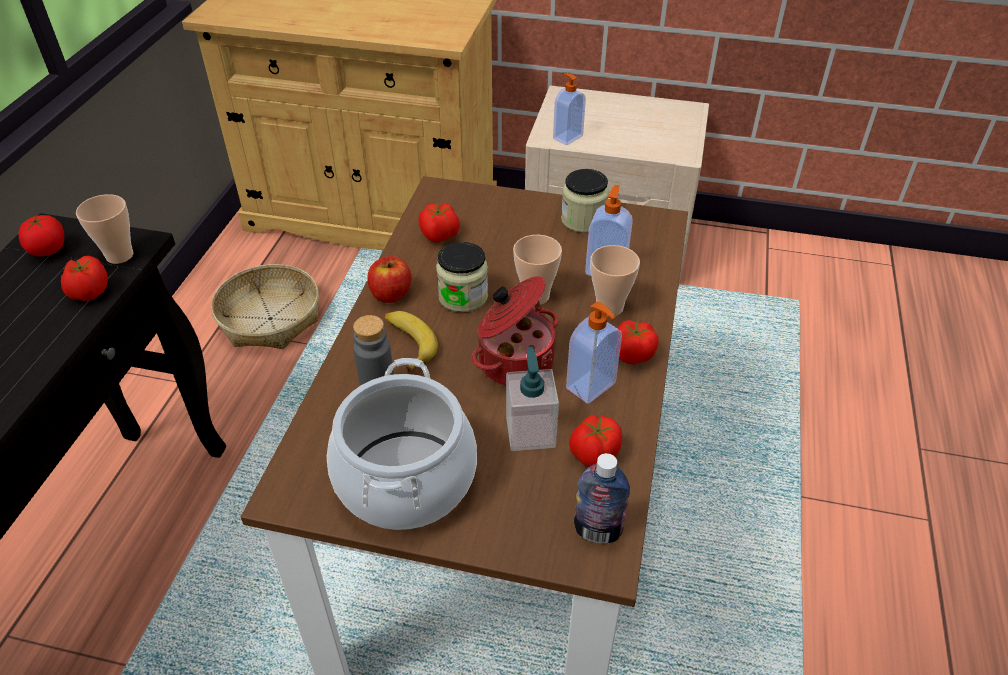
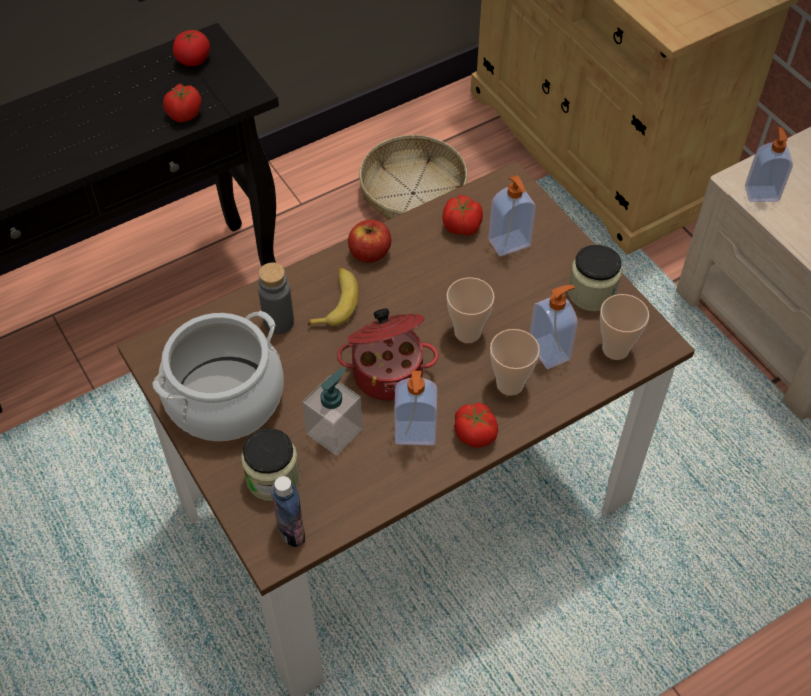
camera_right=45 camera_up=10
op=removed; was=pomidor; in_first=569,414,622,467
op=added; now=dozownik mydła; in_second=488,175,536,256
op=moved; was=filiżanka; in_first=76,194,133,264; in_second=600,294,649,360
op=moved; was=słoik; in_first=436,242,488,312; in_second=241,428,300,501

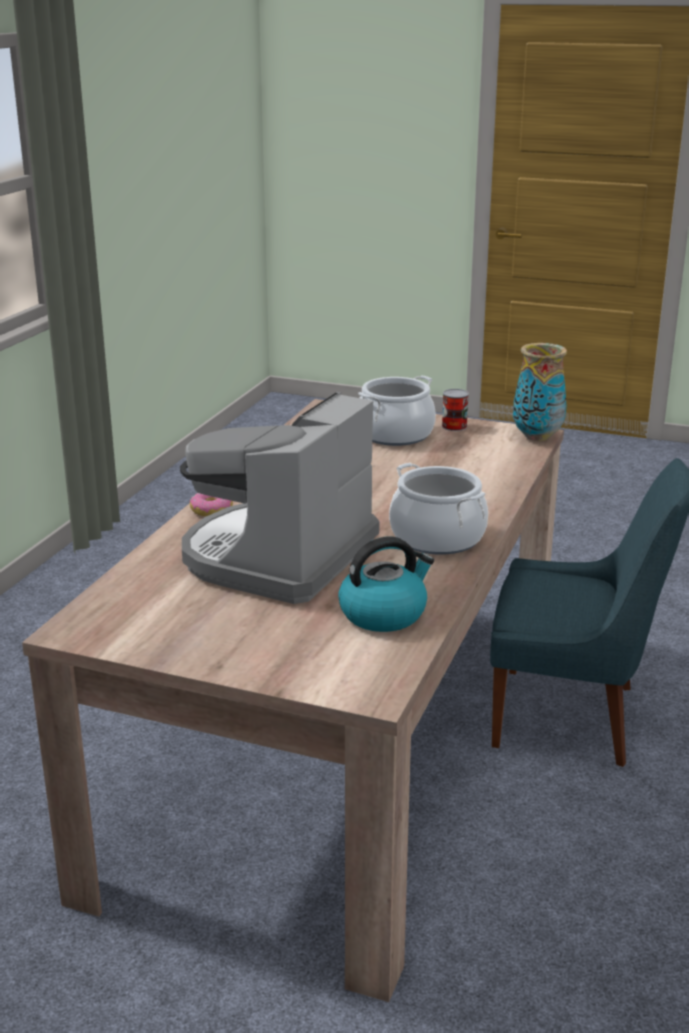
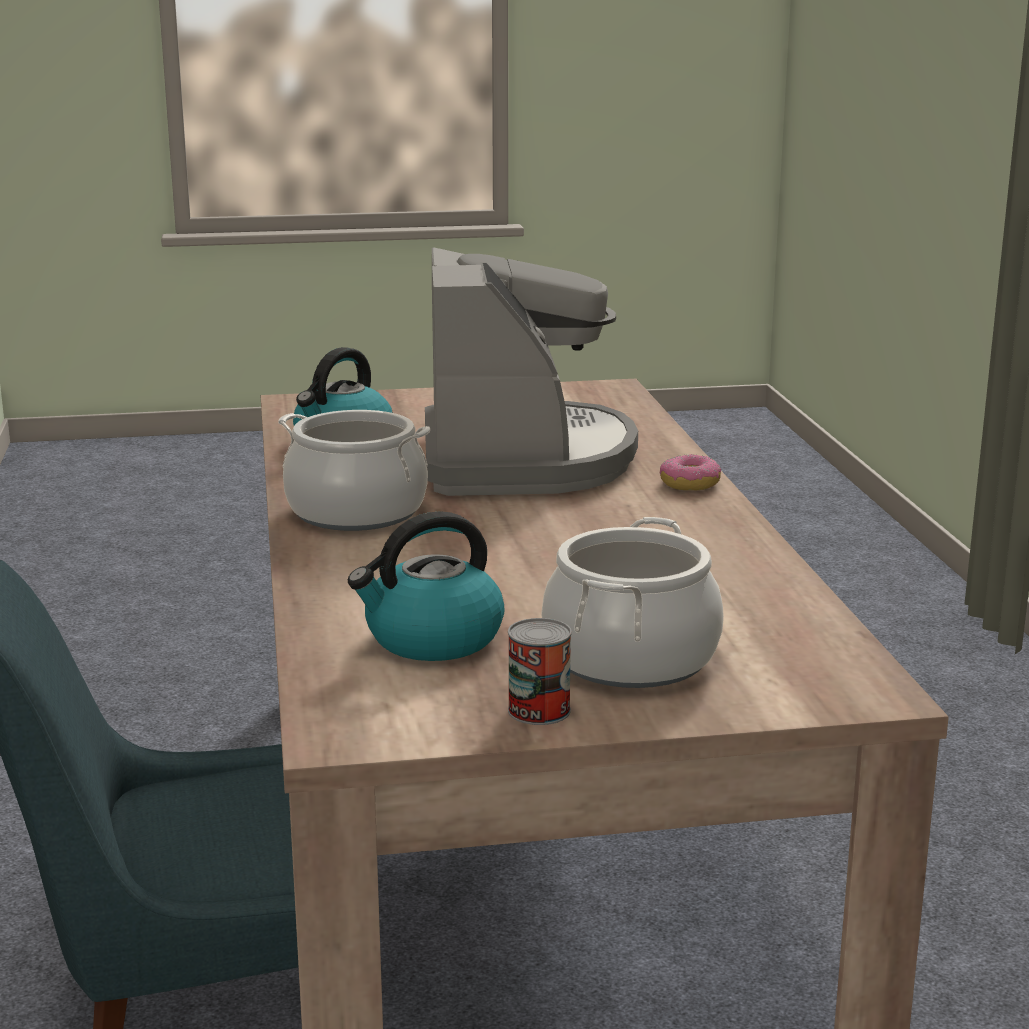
camera_right=150 camera_up=-5
op=removed; was=wazon; in_first=513,343,567,441
op=added; now=czajnik; in_second=348,511,505,661

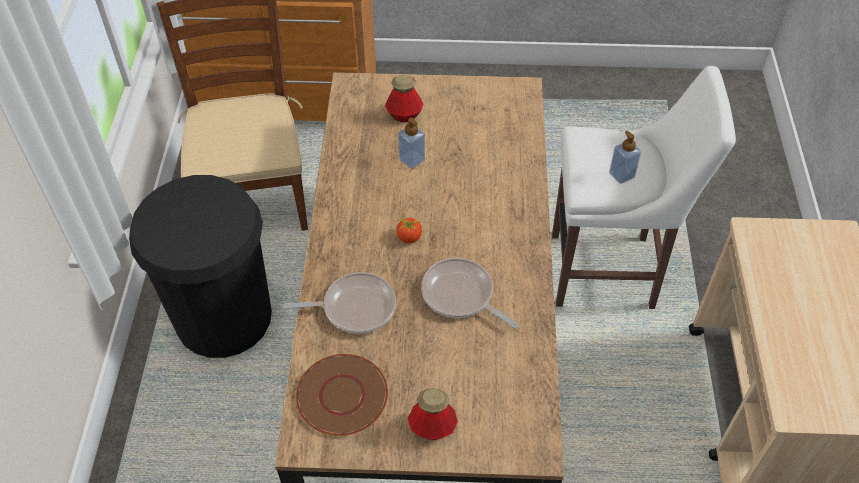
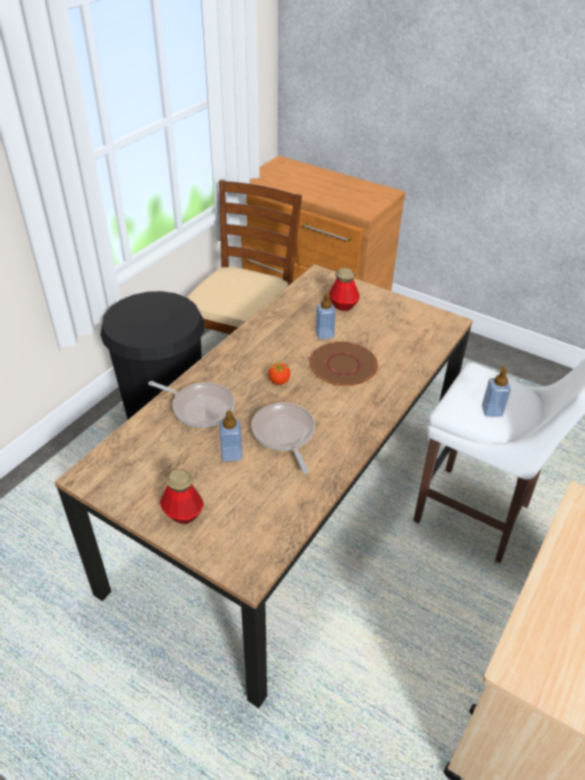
camera_right=30 camera_up=-10
op=added; now=dozownik mydła; in_second=219,410,242,462
op=moved; was=talerz (brązowy); in_first=296,354,388,436; in_second=309,342,378,386

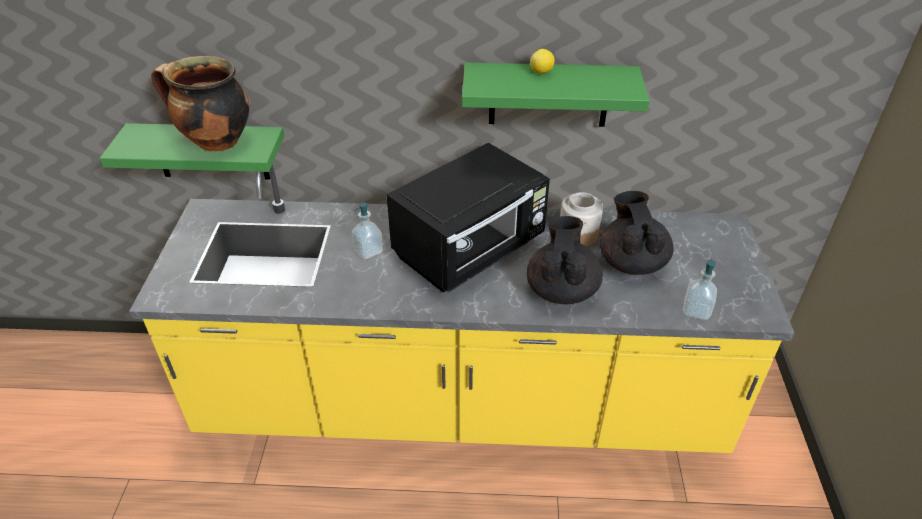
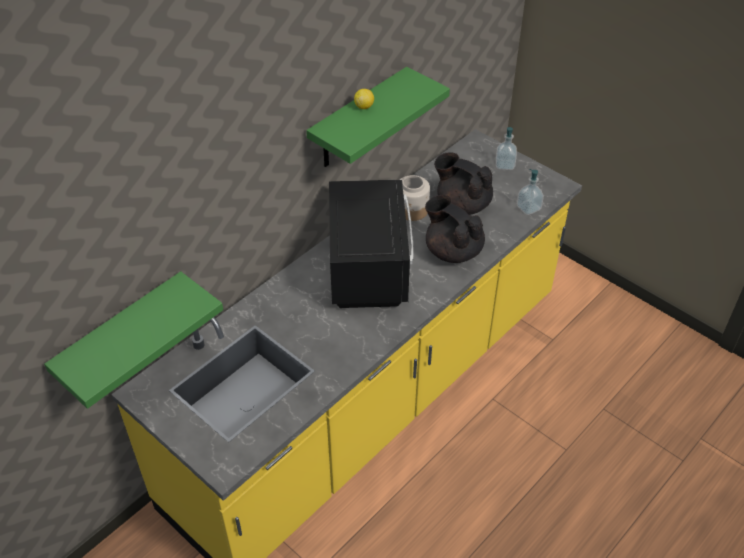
camera_right=-50 camera_up=5
op=removed; was=garnek; in_first=151,56,249,151
op=moved; was=dozownik mydła; in_first=352,202,383,259; in_second=496,127,517,170

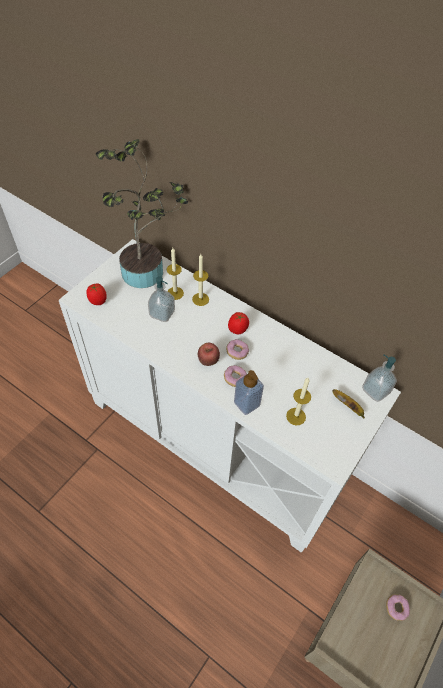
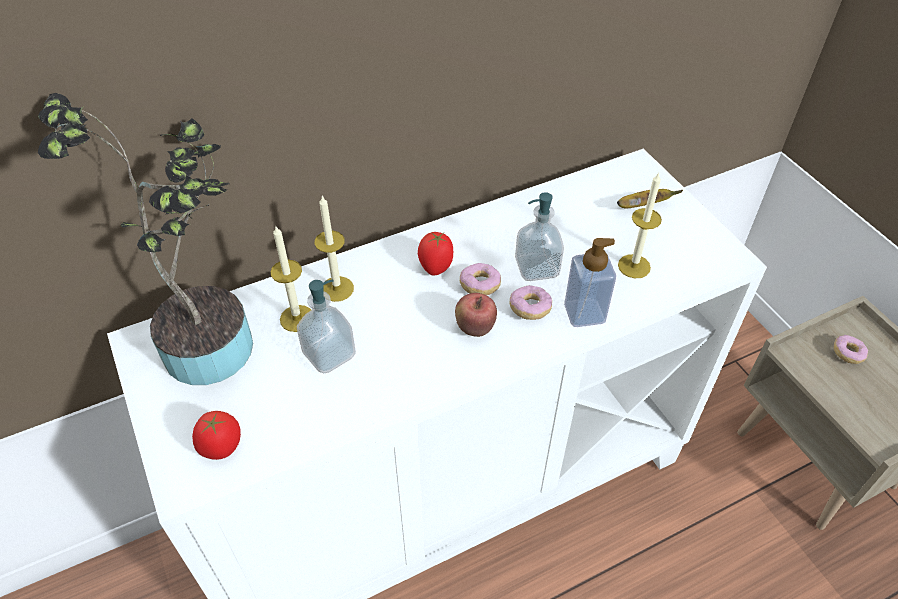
camera_right=-60 camera_up=-5
op=moved; was=dozownik mydła; in_first=362,355,397,402; in_second=515,192,564,281

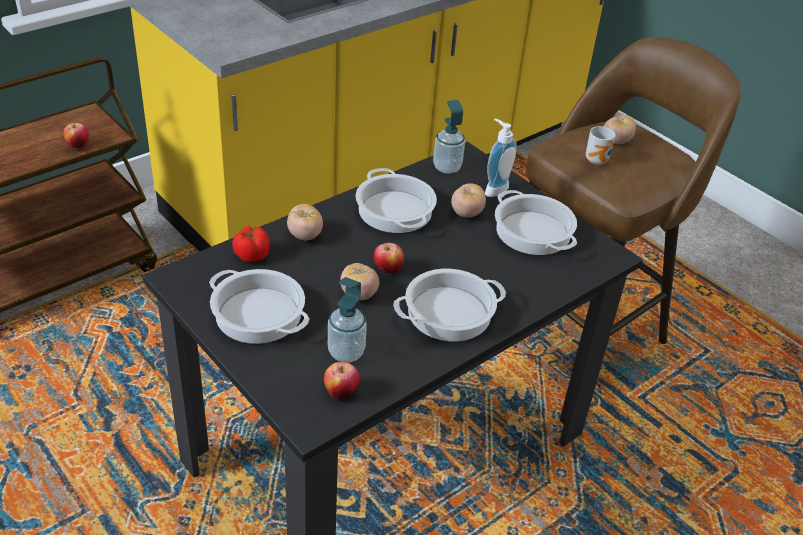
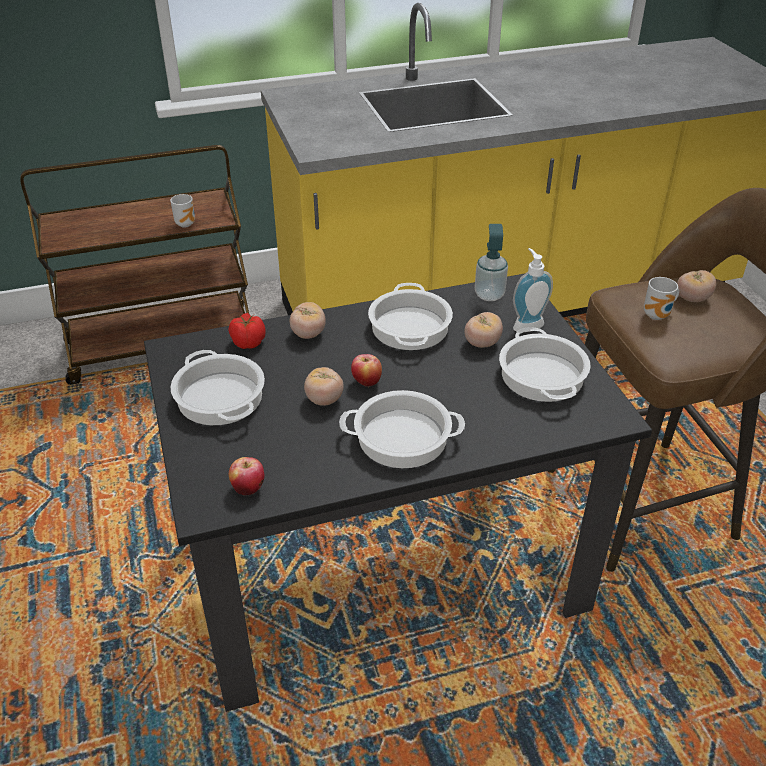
camera_right=25 camera_up=0
op=removed; was=dozownik mydła; in_first=328,277,367,362
op=replaced; was=jabłko; now=kubek; in_first=63,123,89,149; in_second=170,194,195,228

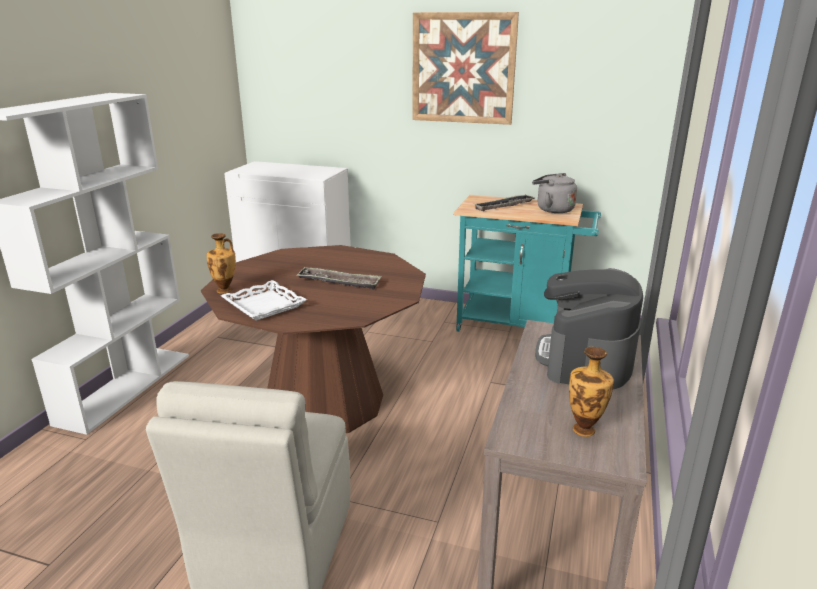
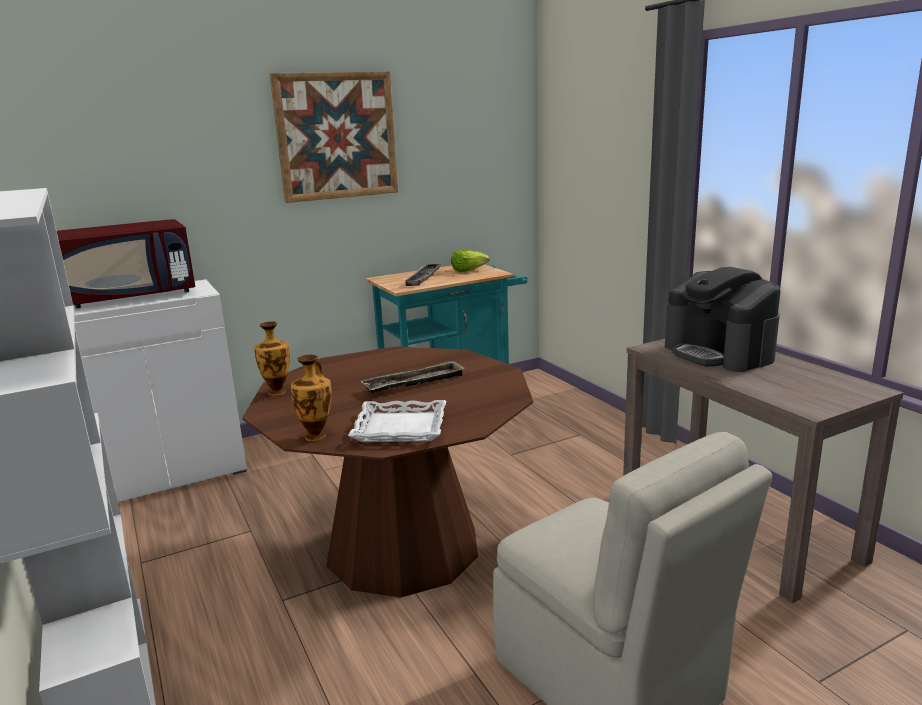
camera_right=-45 camera_up=-5
op=added; now=mikrofalówka (czerwony); in_second=57,219,195,308
op=moved; was=wazon; in_first=569,347,614,437; in_second=254,321,290,396
op=replaced; was=czajnik (szary); now=sałata; in_first=532,173,577,213; in_second=451,250,489,272

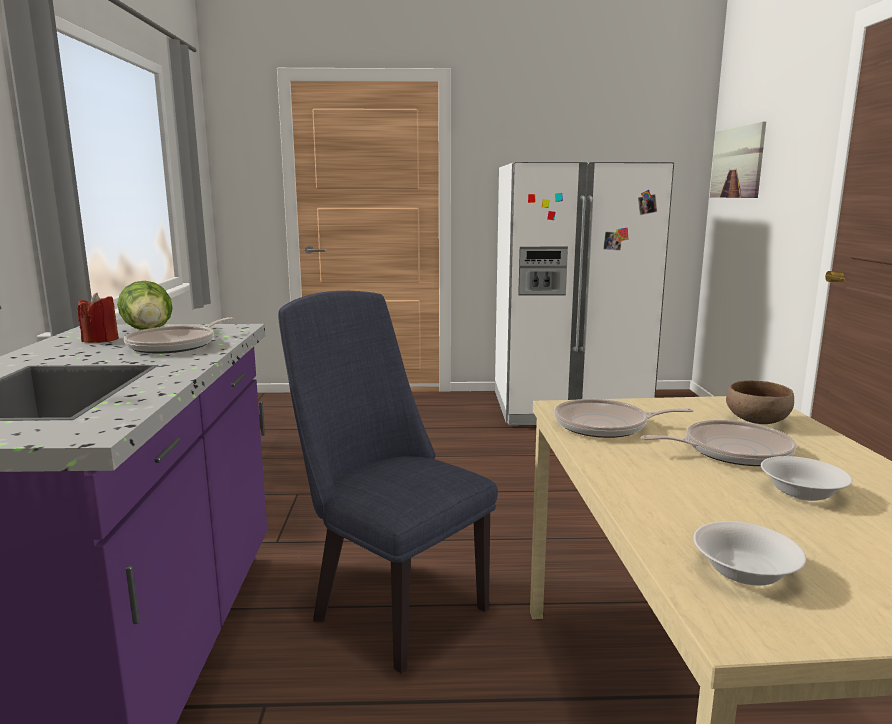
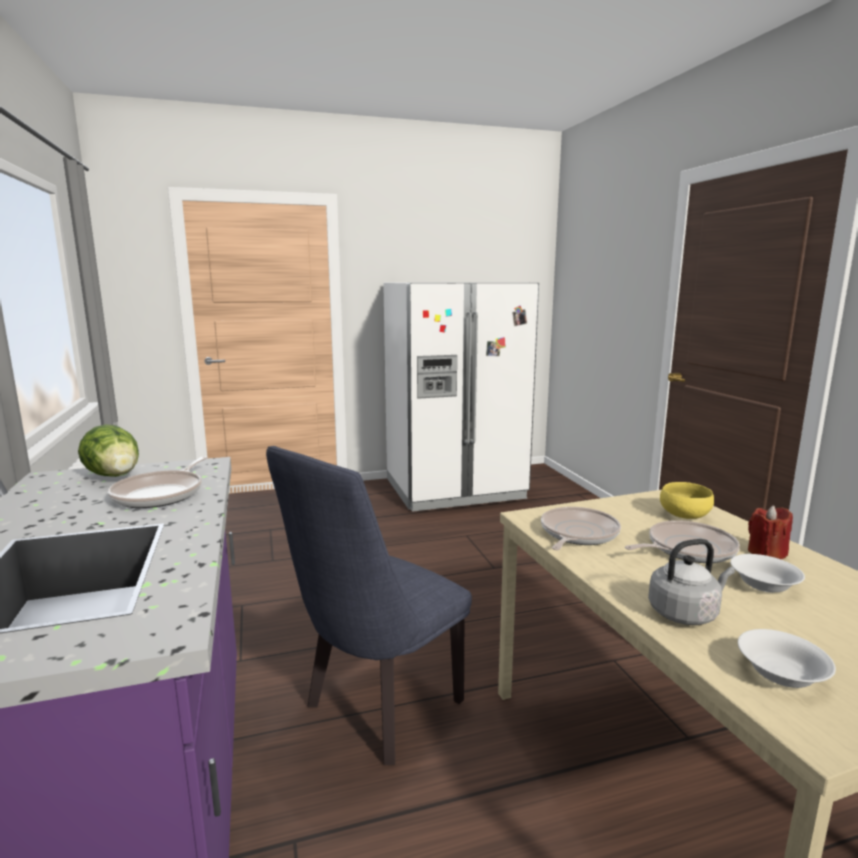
camera_right=-15 camera_up=0
op=removed; was=obraz; in_first=710,122,766,198
op=added; now=czajnik (szary); in_second=648,539,735,625
op=moved; was=świeca (czerwony); in_first=77,293,119,343; in_second=748,505,793,559
op=recoloured; was=miska (brązowy); now=miska (żółty); in_first=726,380,794,424; in_second=660,482,714,519
op=turned; was=krzesło (niebieski); in_first=278,291,498,673; in_second=266,446,472,765; clockwise=-75
op=turned; was=patelnia; in_first=554,399,694,438; in_second=541,507,621,550; clockwise=135

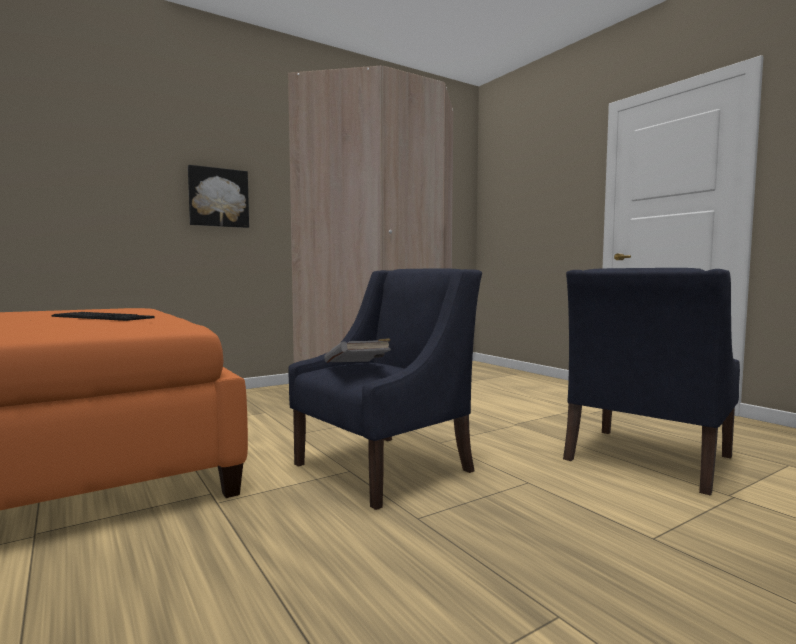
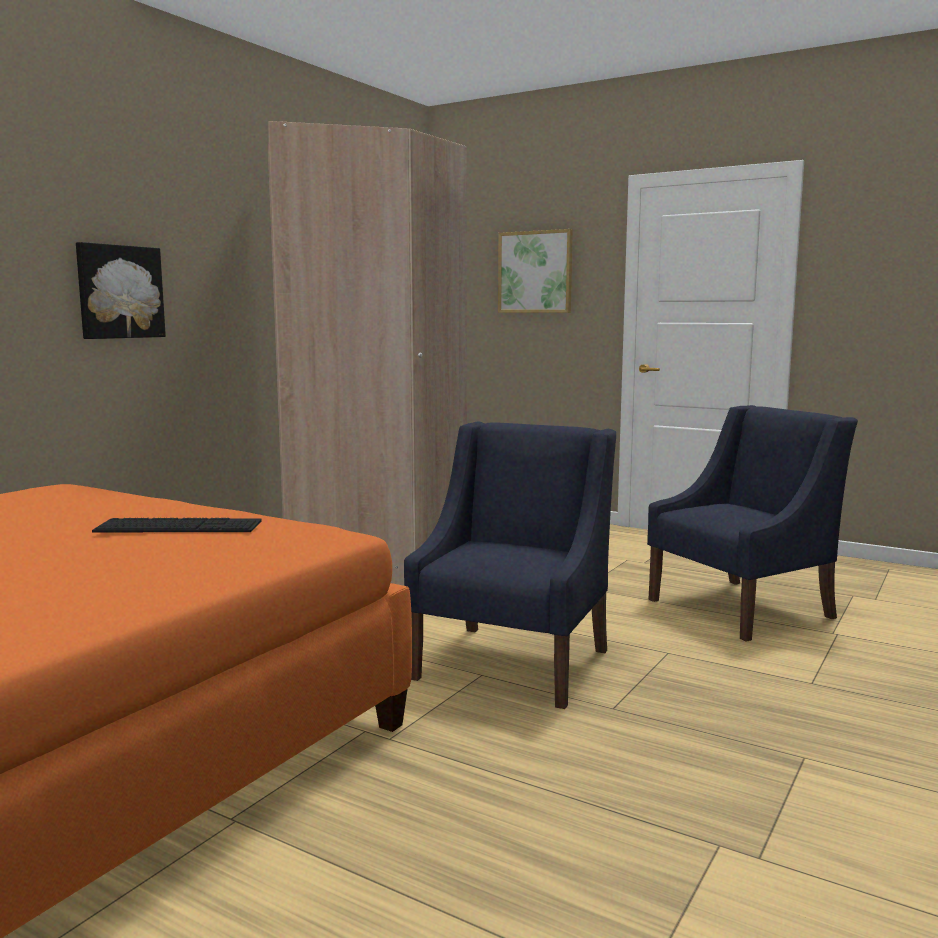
camera_right=-25 camera_up=5
op=removed; was=książka (szary); in_first=324,338,391,363
op=added; now=obraz; in_second=498,229,573,313
op=turned; was=fotel (niebieski); in_first=563,268,740,496; in_second=647,405,858,642; clockwise=-135

